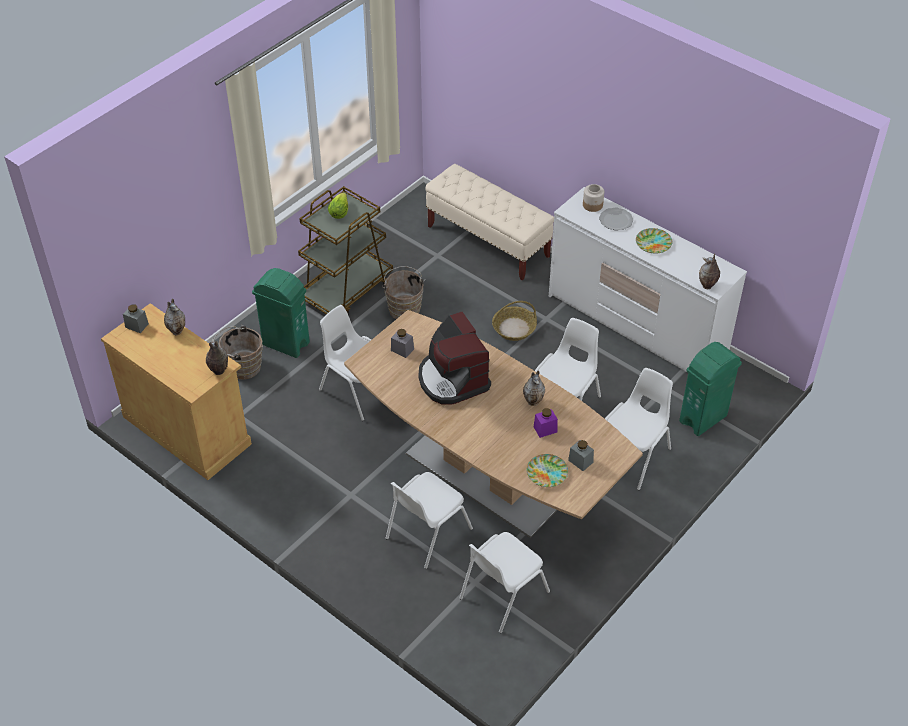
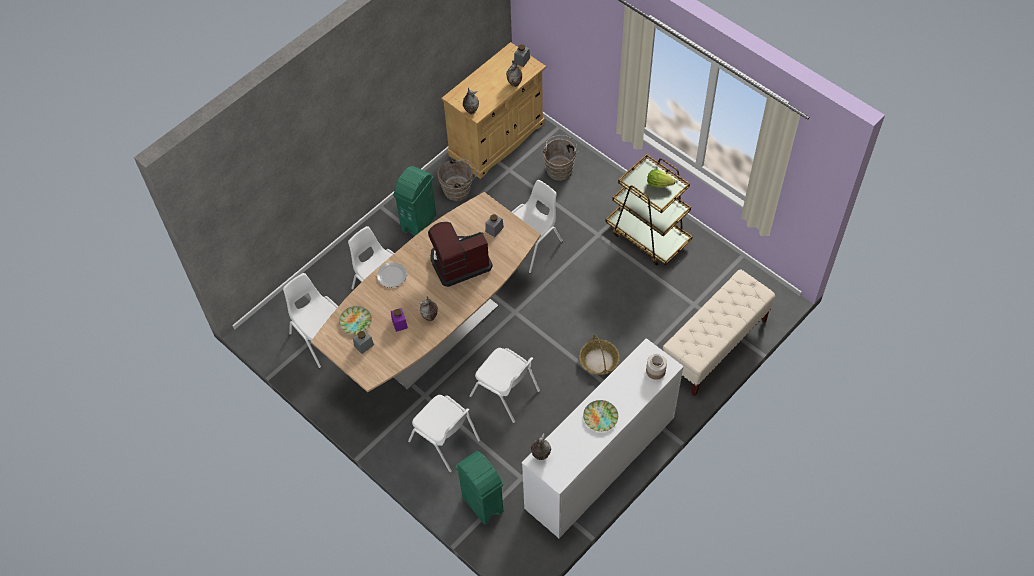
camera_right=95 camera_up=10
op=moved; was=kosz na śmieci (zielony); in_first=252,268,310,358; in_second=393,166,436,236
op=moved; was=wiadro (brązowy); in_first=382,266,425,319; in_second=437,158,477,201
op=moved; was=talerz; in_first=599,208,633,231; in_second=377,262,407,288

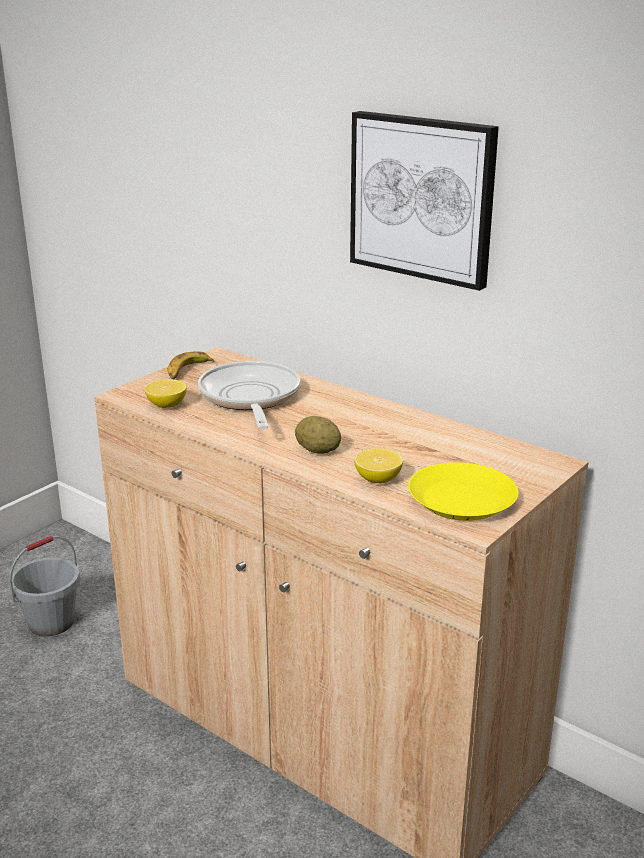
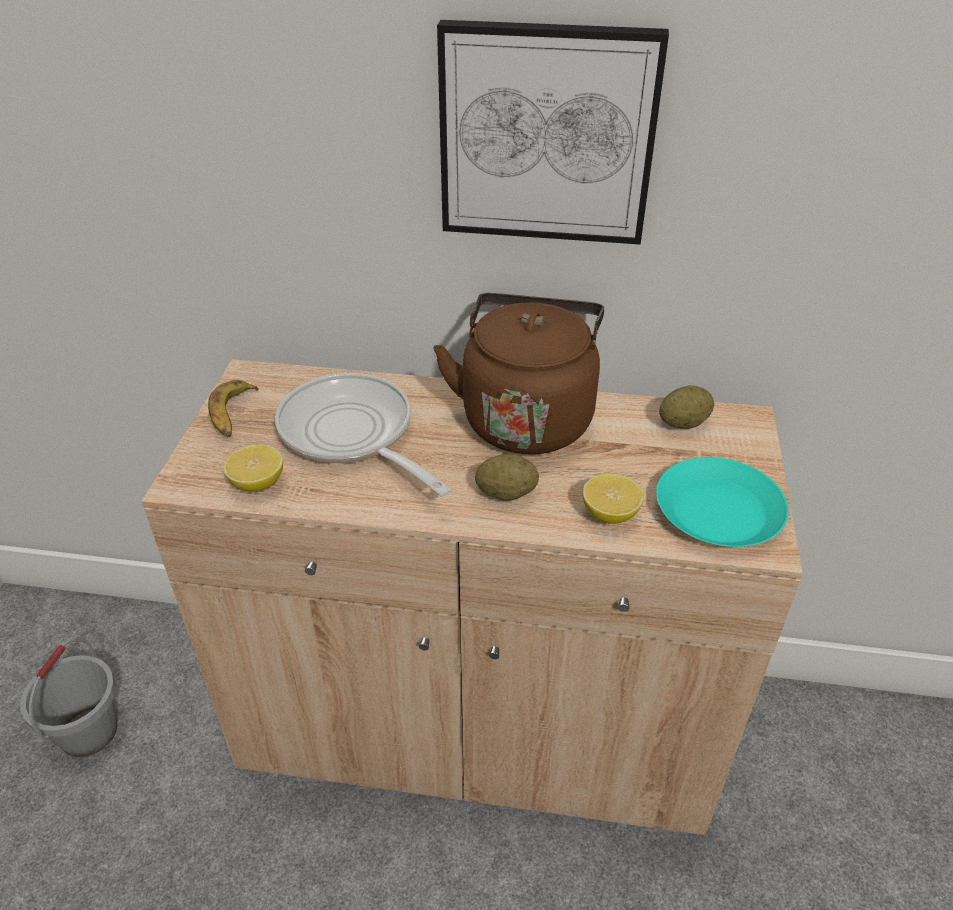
camera_right=-30 camera_up=15
op=added; now=czajnik (brązowy); in_second=433,293,604,454
op=added; now=ziemniak; in_second=659,385,714,429
op=recoloured; was=talerz (żółty); now=talerz (turkusowy); in_first=408,462,518,521; in_second=656,457,789,547

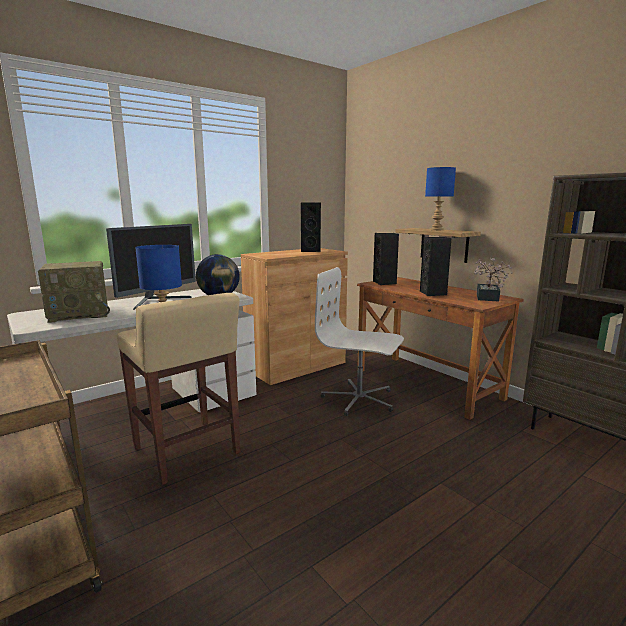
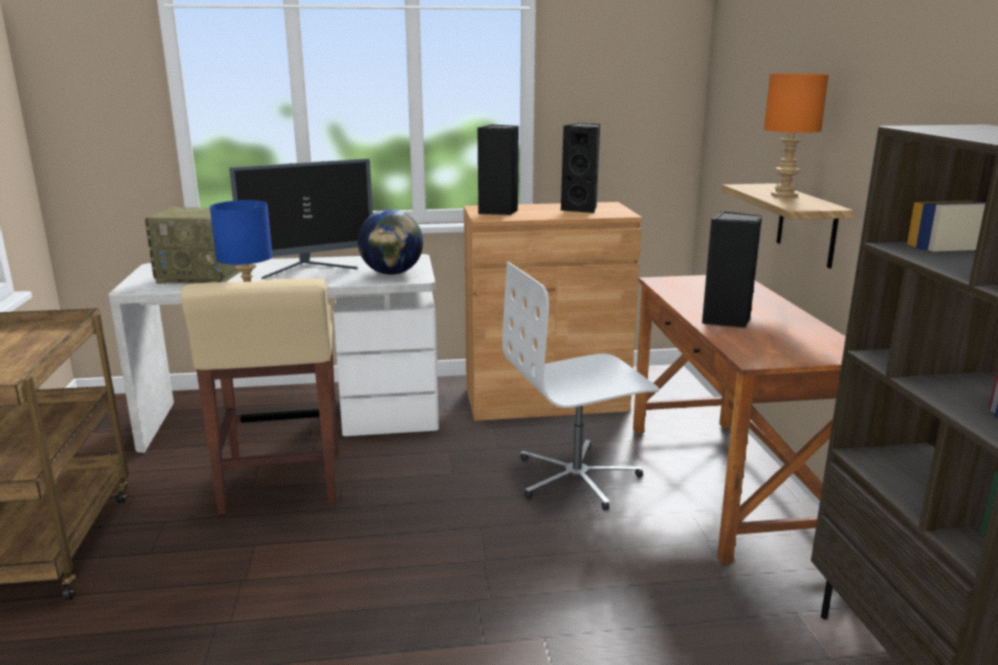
camera_right=30 camera_up=5
op=removed; was=roślina doniczkowa; in_first=473,258,512,302
op=moved; was=głośnik (czarny); in_first=373,233,399,285; in_second=477,124,519,215
op=recoloured; was=lampa stołowa (niebieski); now=lampa stołowa (pomarańczowy); in_first=425,167,456,230; in_second=764,73,829,198
op=turned; was=krzesło biurowe (biały); in_first=315,267,404,416; in_second=502,262,659,511; clockwise=-75

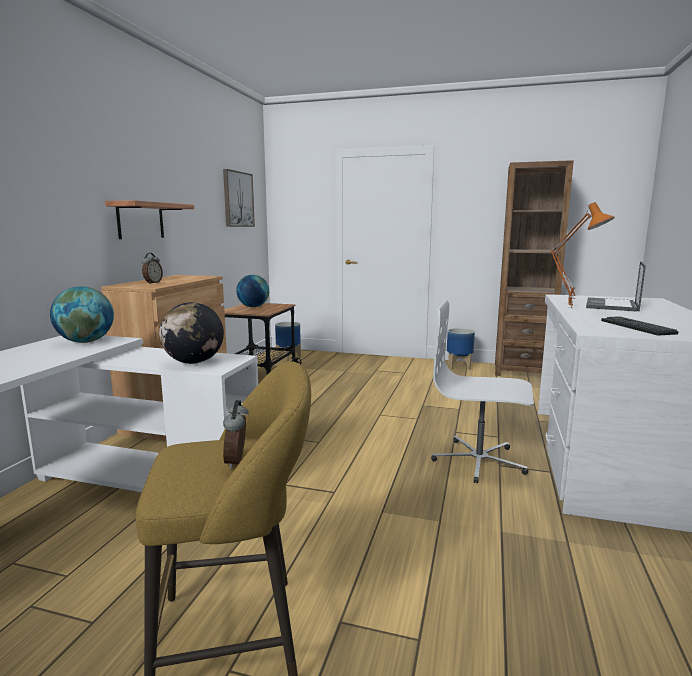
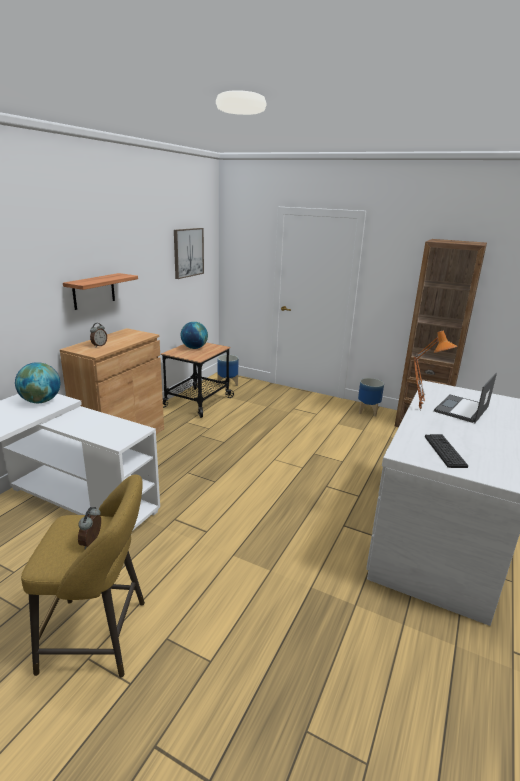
camera_right=10 camera_up=10
op=removed; was=globus; in_first=159,302,224,364
op=removed; was=krzesło biurowe (biały); in_first=431,300,534,483

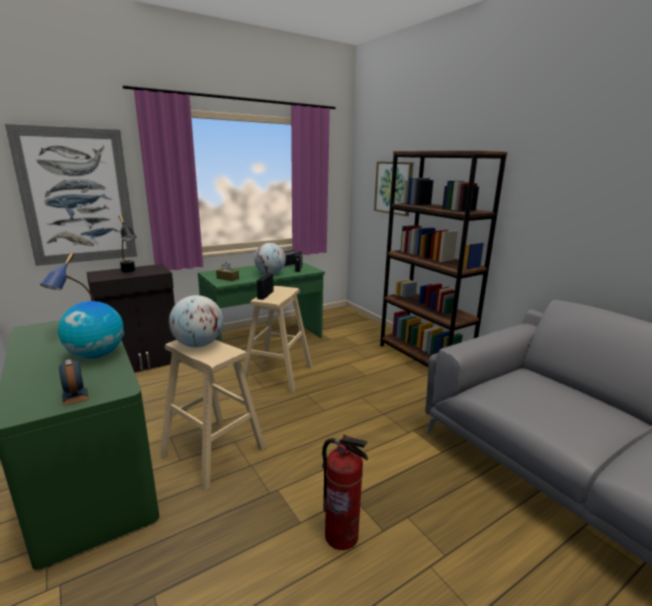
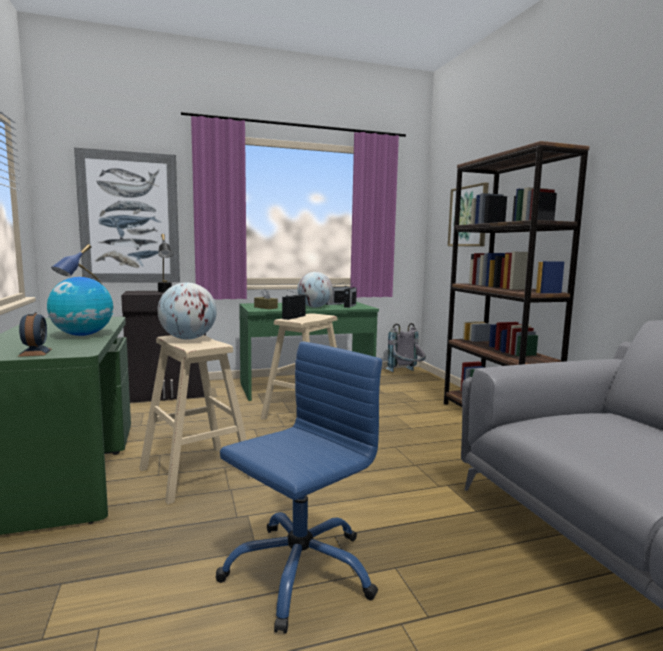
camera_right=15 camera_up=-10
op=added; now=plecak (szary); in_second=386,323,426,373
op=replaced; was=gaśnica; now=krzesło biurowe (niebieski); in_first=322,435,368,550; in_second=216,341,382,634

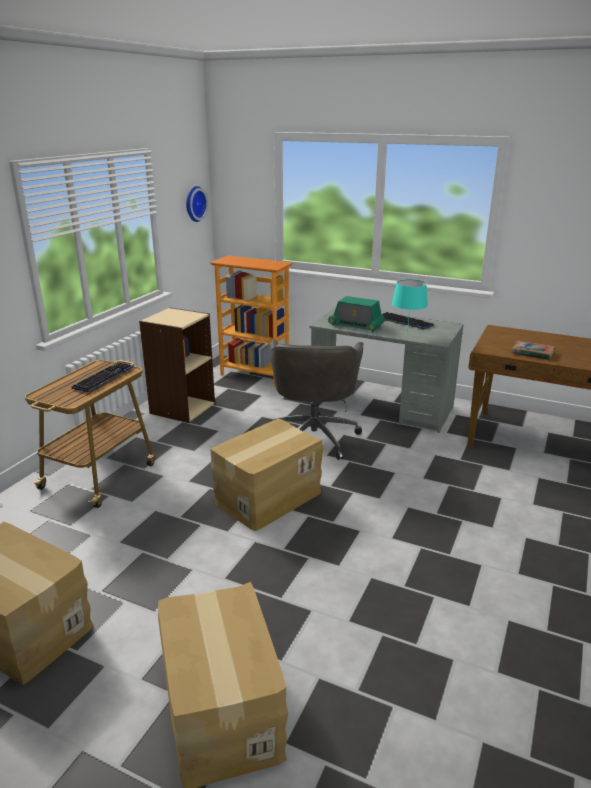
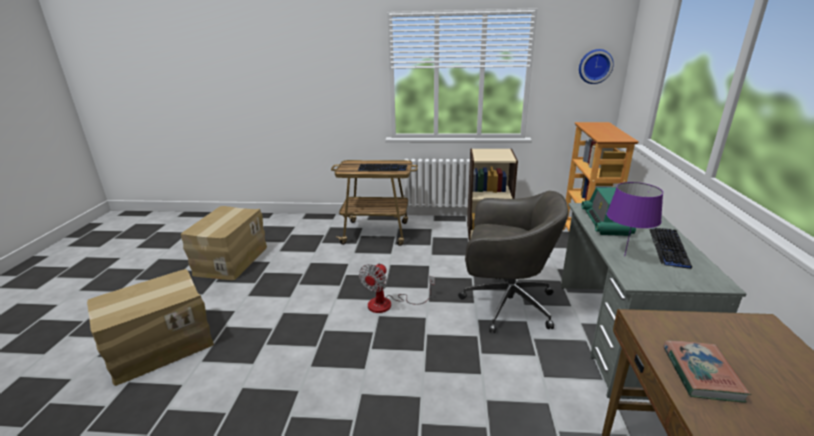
camera_right=70 camera_up=0
op=replaced; was=karton; now=wentylator; in_first=210,419,324,531; in_second=359,263,435,313
op=recoloured; was=lampa stołowa (turkusowy); now=lampa stołowa (fioletowy); in_first=392,279,428,335; in_second=607,182,663,256
op=turned; was=krzesło biurowe (szary); in_first=270,339,364,460; in_second=458,191,569,333; clockwise=-150

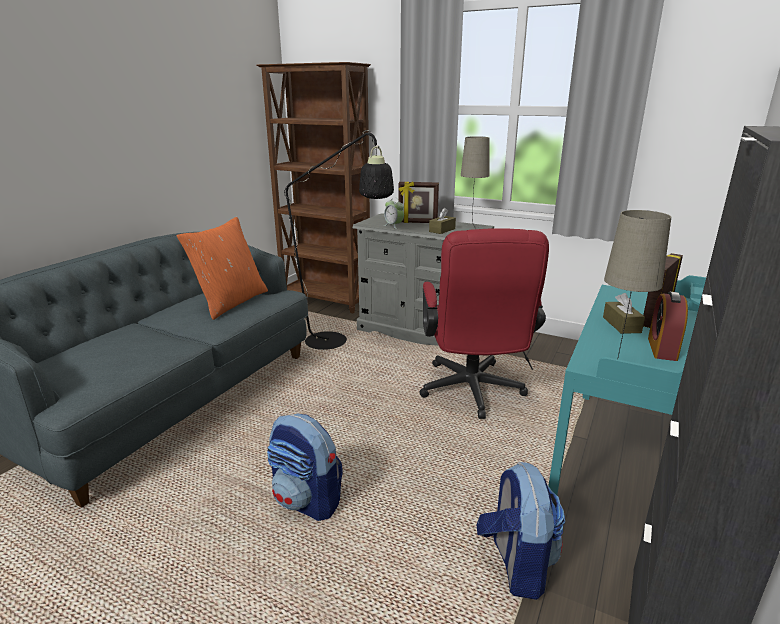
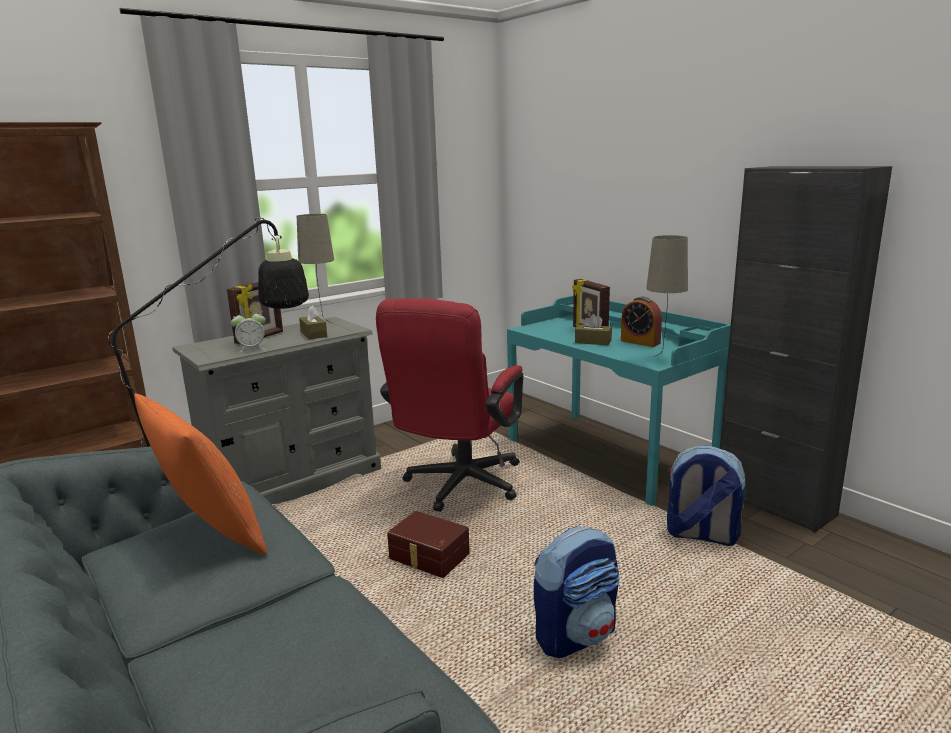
camera_right=-65 camera_up=-5
op=added; now=pojemnik do przechowywania (brązowy); in_second=387,511,470,578
op=turned; was=krzesło biurowe (czerwony); in_first=419,228,549,419; in_second=376,298,523,512; clockwise=90

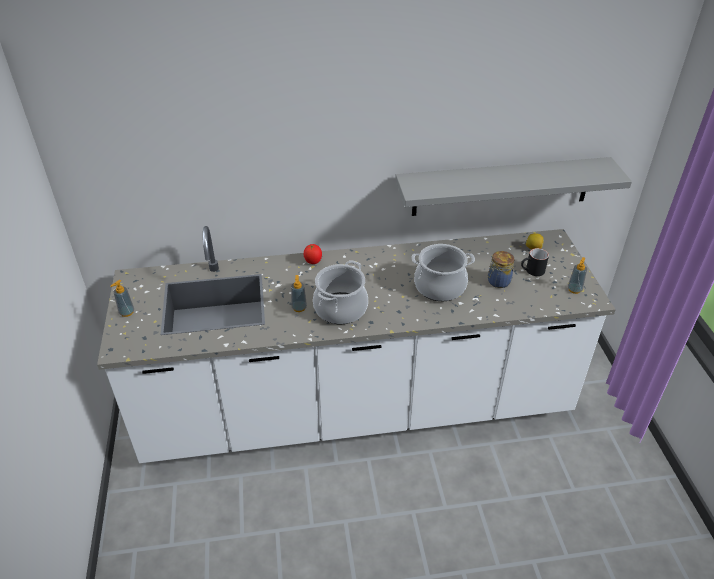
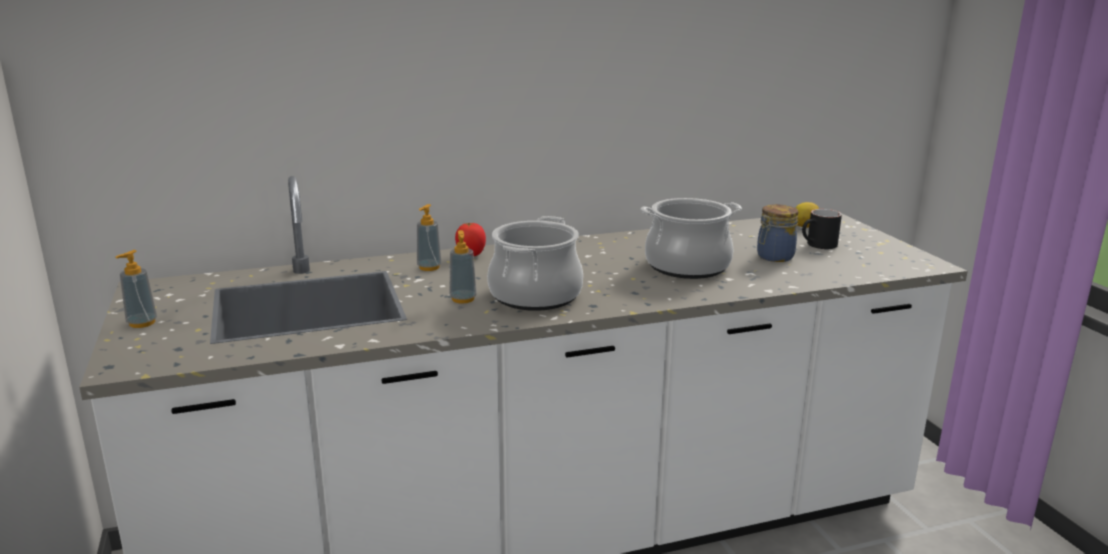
camera_right=-10 camera_up=-20
op=removed; was=półka (szary); in_first=395,157,632,216
op=moved; was=dozownik mydła; in_first=568,257,587,294; in_second=417,204,442,271

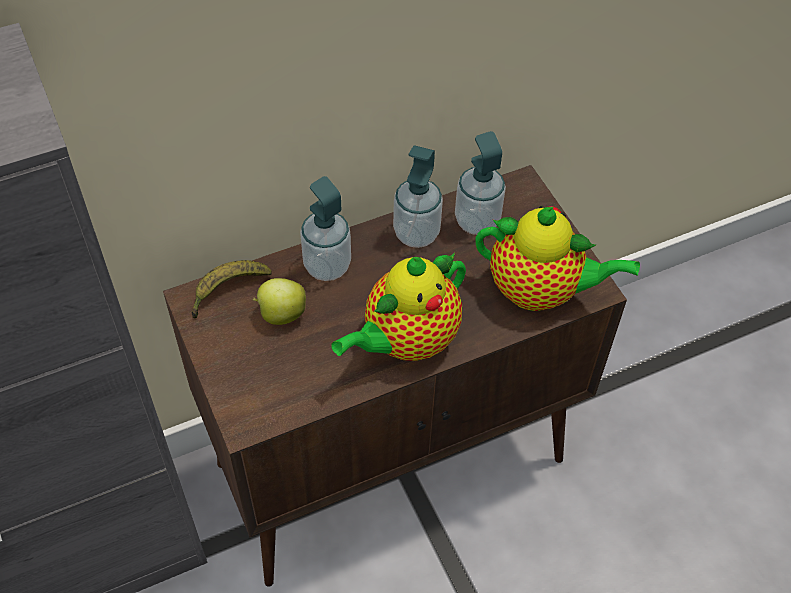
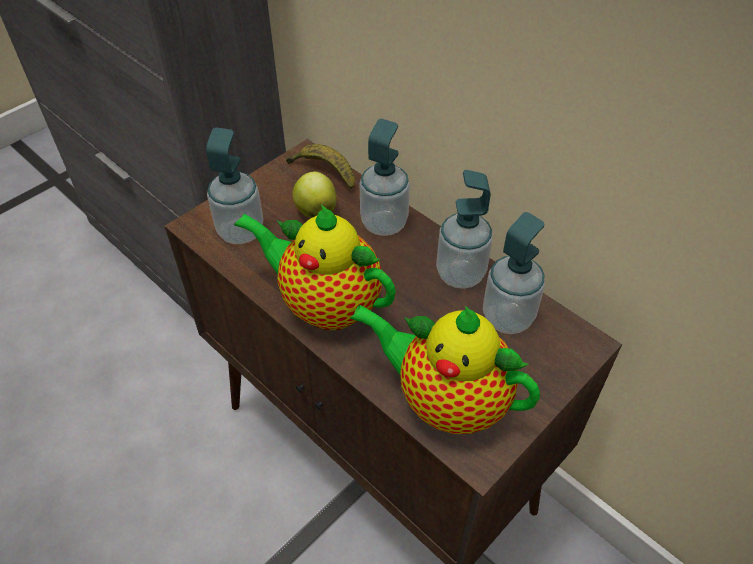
camera_right=70 camera_up=-5
op=added; now=dozownik mydła; in_second=206,127,263,244
op=turned; was=imbryk; in_first=475,206,640,311; in_second=350,305,540,434; clockwise=120

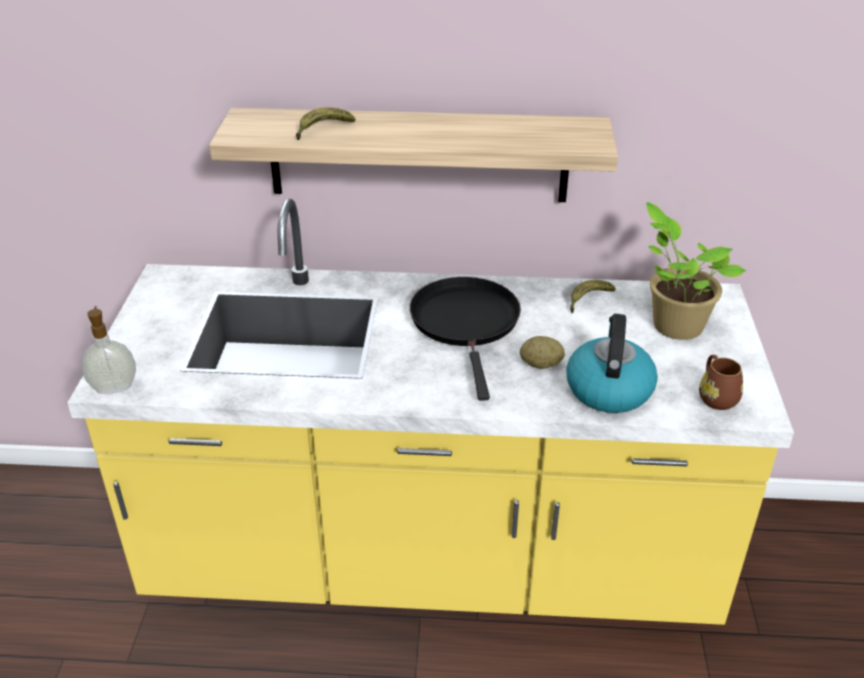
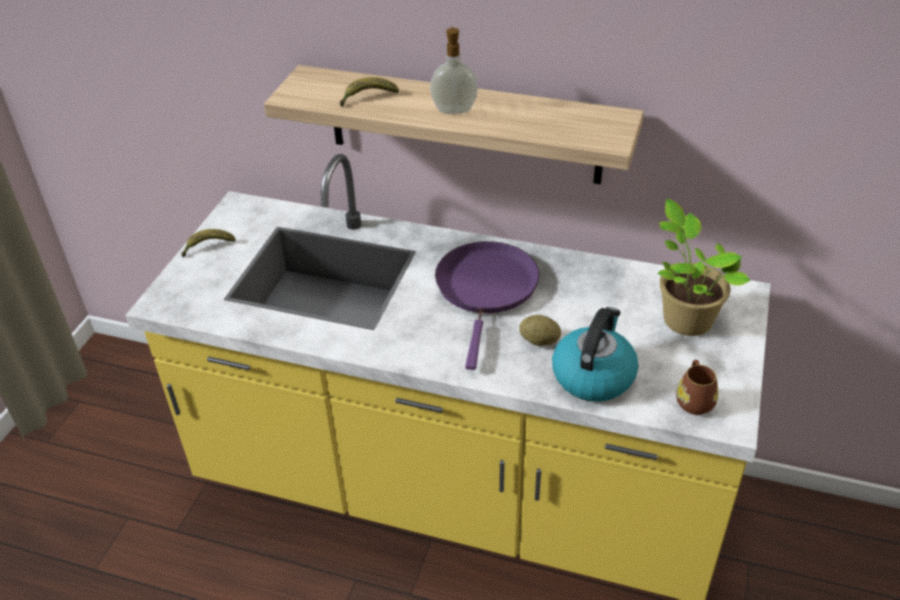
camera_right=15 camera_up=5
op=moved; was=dozownik mydła; in_first=81,306,136,394; in_second=430,27,478,114
op=moved; was=banan; in_first=570,280,616,313; in_second=181,229,236,257
op=recoloured; was=patelnia (czarny); now=patelnia (fioletowy); in_first=410,277,521,401; in_second=435,241,539,370

